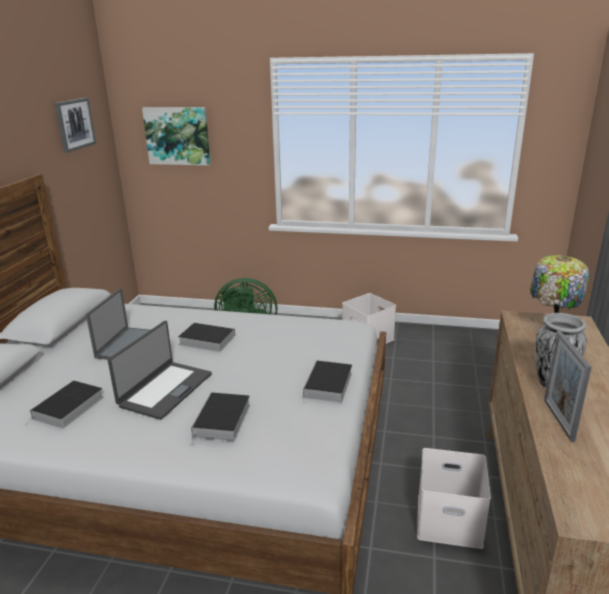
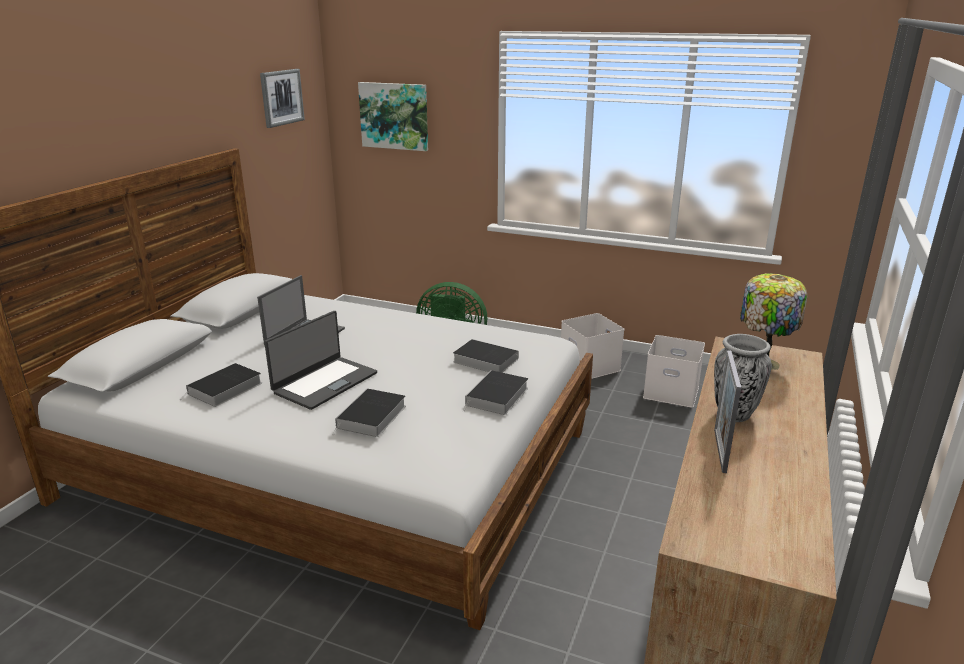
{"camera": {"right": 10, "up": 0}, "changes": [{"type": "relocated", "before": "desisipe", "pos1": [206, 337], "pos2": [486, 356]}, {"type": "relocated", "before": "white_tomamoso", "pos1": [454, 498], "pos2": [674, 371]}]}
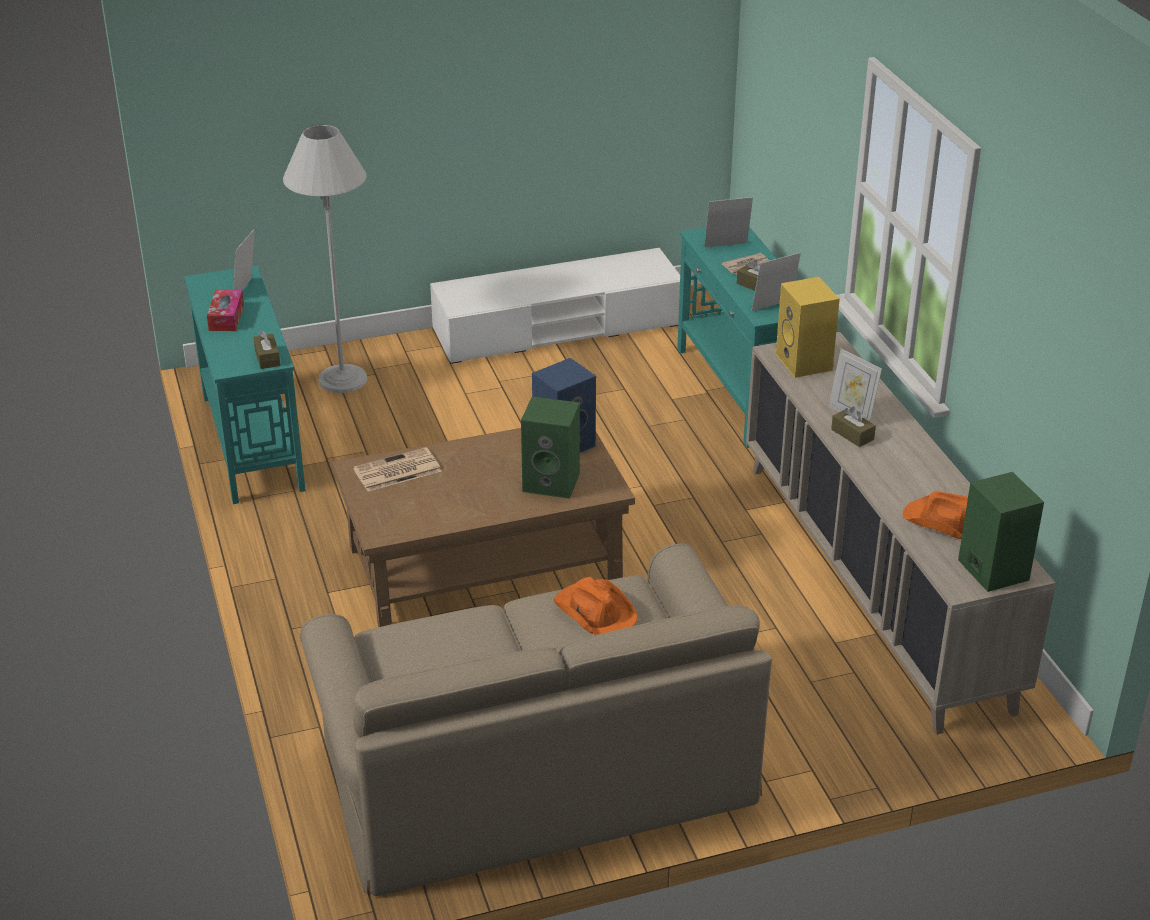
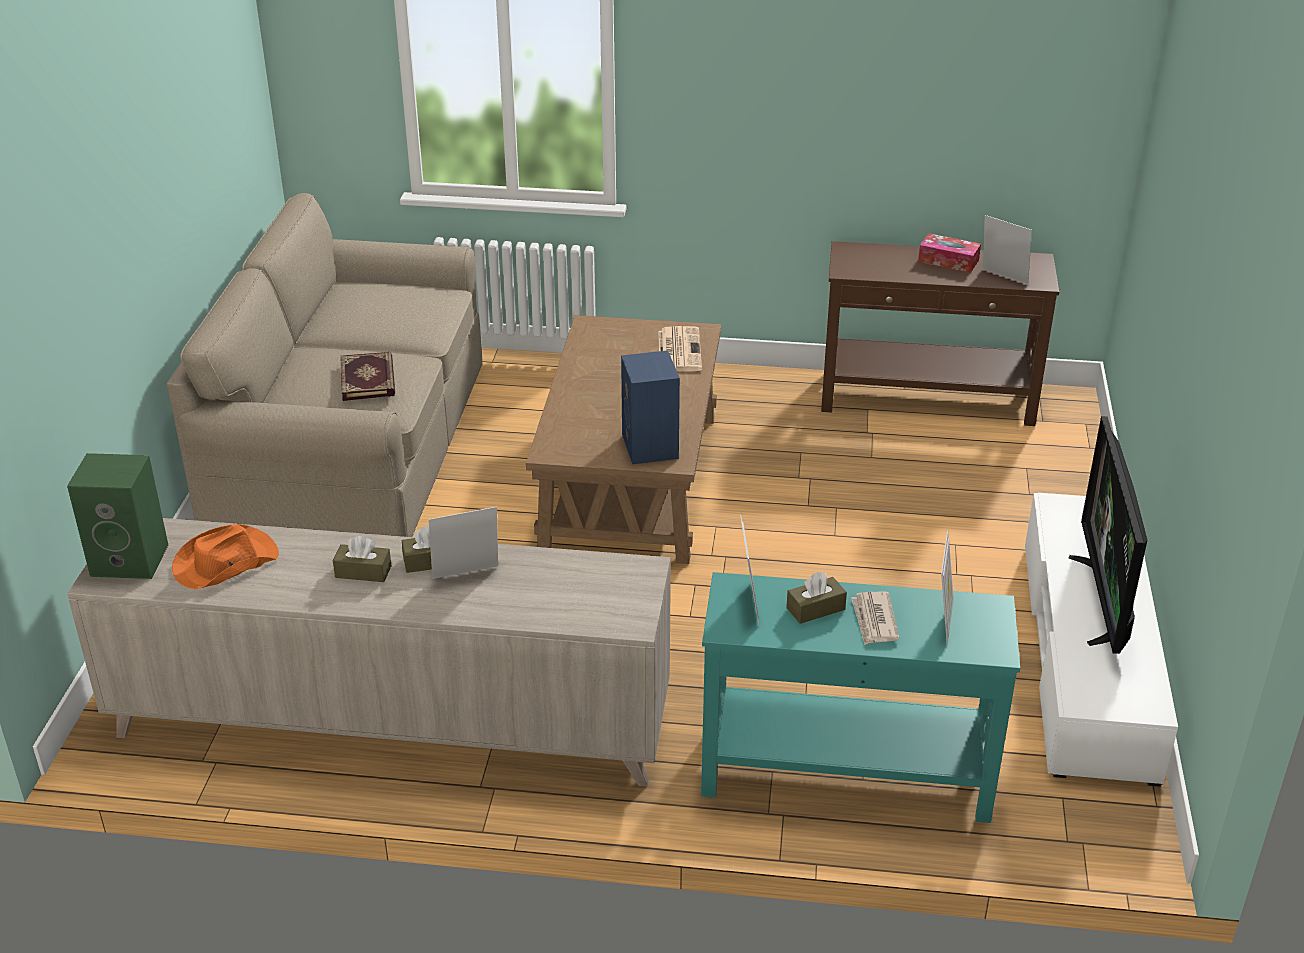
{"camera": {"right": 115, "up": 0}, "changes": [{"type": "missing", "before": "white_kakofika", "pos1": [325, 258]}, {"type": "colour", "before": "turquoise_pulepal", "after": "brown_pulepal", "pos1": [245, 384], "pos2": [940, 333]}, {"type": "missing", "before": "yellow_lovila", "pos1": [808, 327]}, {"type": "relocated", "before": "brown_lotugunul", "pos1": [267, 349], "pos2": [362, 559]}, {"type": "missing", "before": "green_lovila", "pos1": [550, 447]}, {"type": "exchanged", "before": "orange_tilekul", "after": "desisipe", "pos1": [595, 606], "pos2": [367, 376]}, {"type": "appeared", "after": "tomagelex", "pos2": [1107, 535]}]}
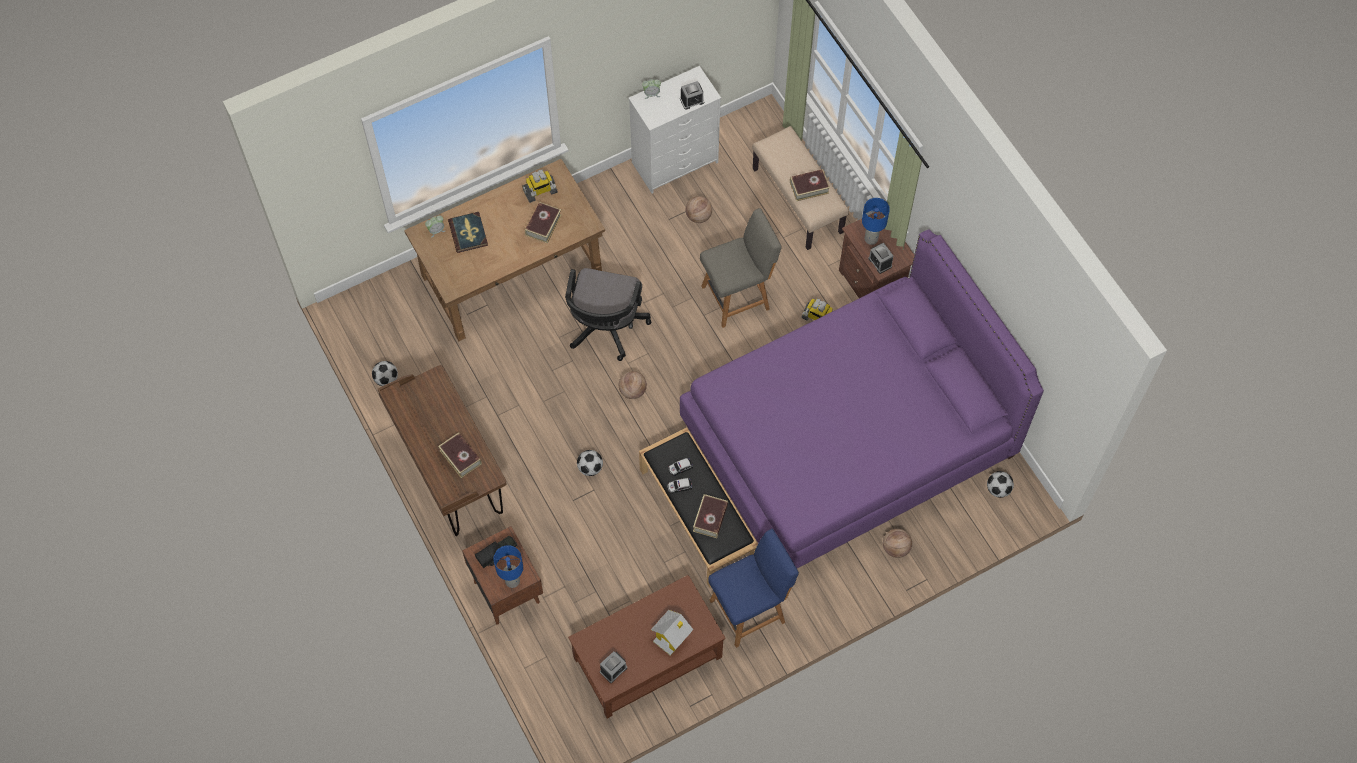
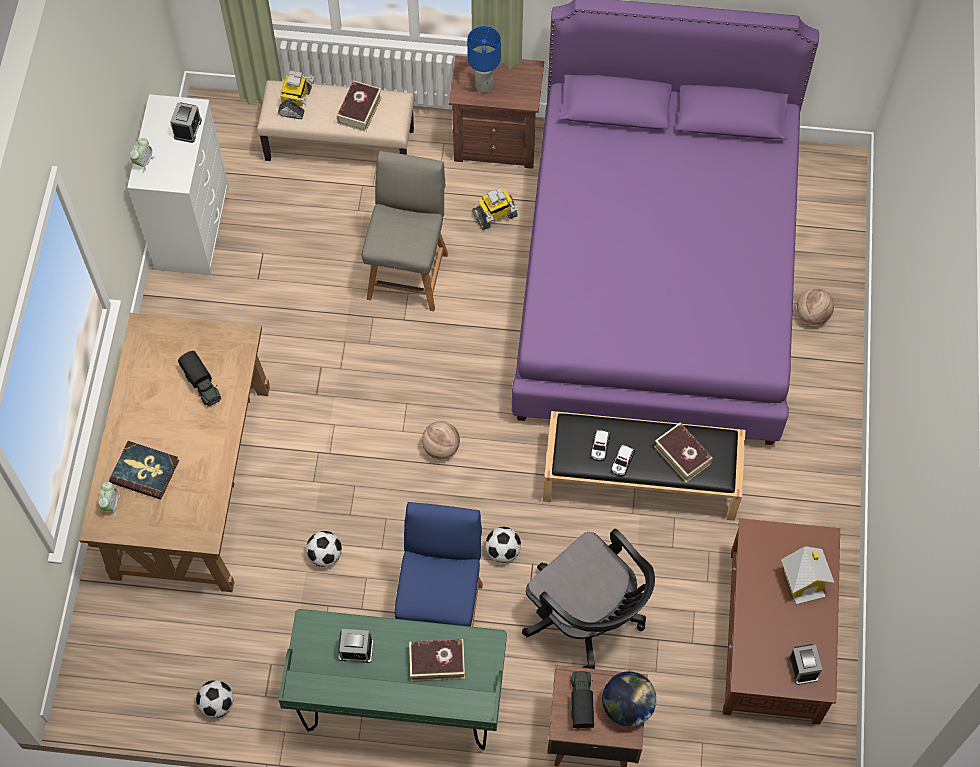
{"camera": {"right": -55, "up": 0}, "changes": [{"type": "relocated", "before": "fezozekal", "pos1": [540, 186], "pos2": [296, 95]}, {"type": "missing", "before": "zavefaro", "pos1": [699, 209]}, {"type": "exchanged", "before": "desisipe", "after": "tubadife", "pos1": [543, 222], "pos2": [200, 379]}, {"type": "relocated", "before": "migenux", "pos1": [880, 258], "pos2": [356, 646]}, {"type": "relocated", "before": "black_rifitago", "pos1": [608, 314], "pos2": [588, 599]}, {"type": "colour", "before": "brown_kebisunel", "after": "green_kebisunel", "pos1": [442, 450], "pos2": [393, 679]}, {"type": "relocated", "before": "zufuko", "pos1": [1000, 484], "pos2": [324, 549]}, {"type": "relocated", "before": "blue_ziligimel", "pos1": [753, 588], "pos2": [438, 564]}, {"type": "exchanged", "before": "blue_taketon", "after": "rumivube", "pos1": [508, 566], "pos2": [629, 699]}]}
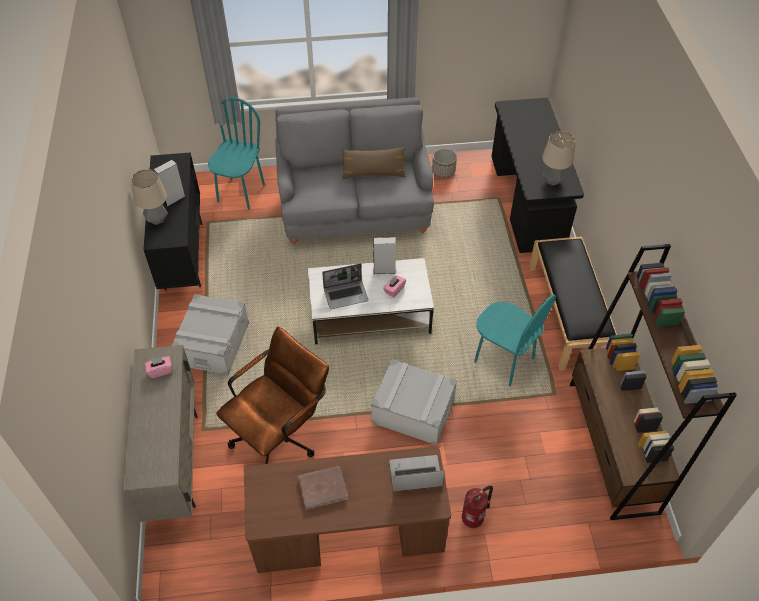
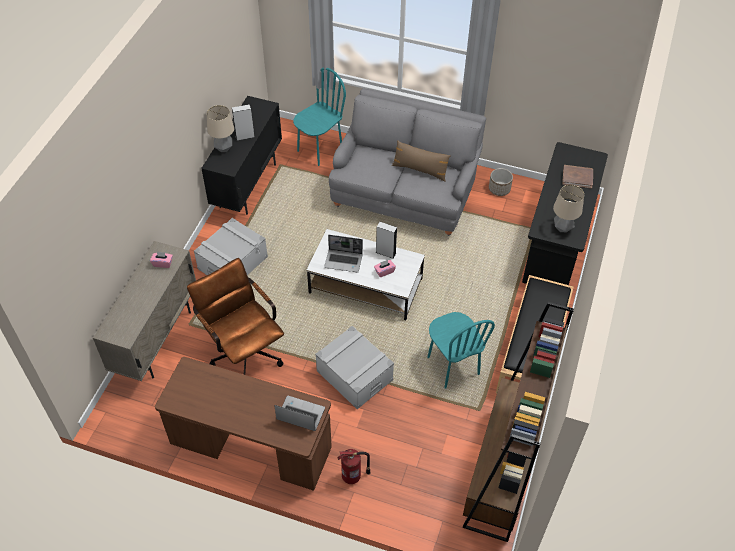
{"camera": {"right": 25, "up": 0}, "changes": [{"type": "spun", "before": "brown_rifitago", "pos1": [272, 395], "pos2": [235, 316], "turn": -105}, {"type": "relocated", "before": "brown_desisipe", "pos1": [323, 488], "pos2": [577, 177]}]}
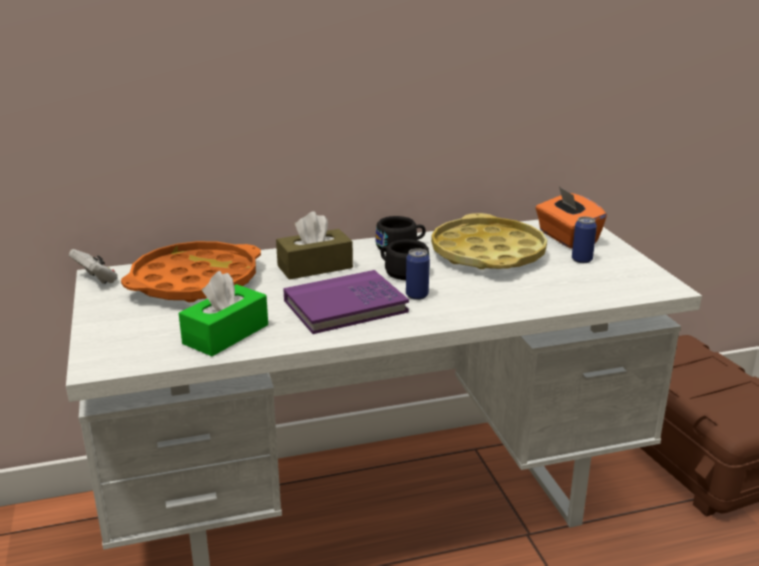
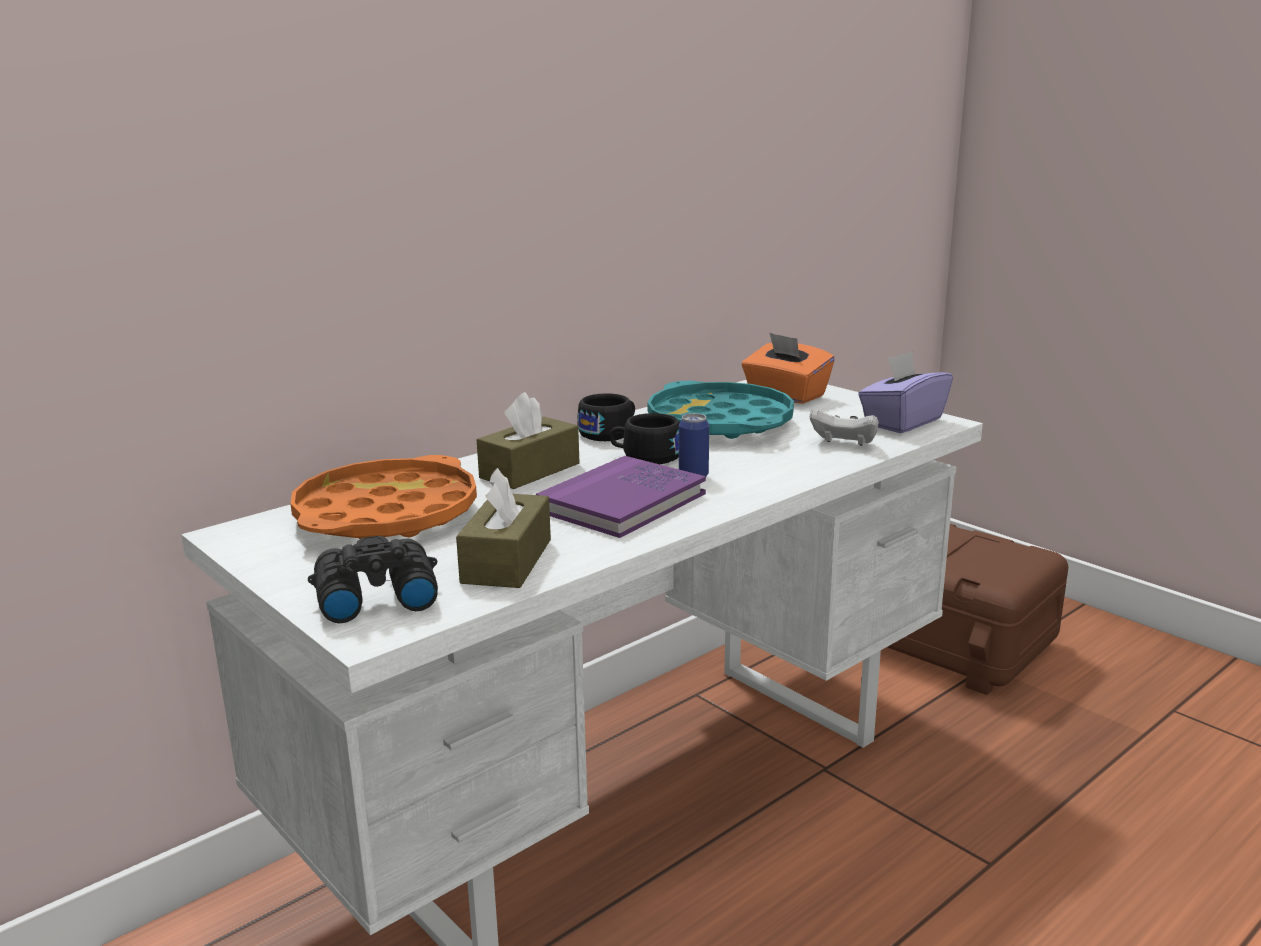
{"camera": {"right": -25, "up": -5}, "changes": [{"type": "colour", "before": "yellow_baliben", "after": "turquoise_baliben", "pos1": [489, 241], "pos2": [720, 410]}, {"type": "missing", "before": "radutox", "pos1": [584, 239]}, {"type": "relocated", "before": "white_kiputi", "pos1": [93, 266], "pos2": [844, 427]}, {"type": "colour", "before": "green_lotugunul", "after": "brown_lotugunul", "pos1": [223, 313], "pos2": [503, 528]}, {"type": "appeared", "after": "purple_lotugunul", "pos2": [905, 392]}, {"type": "appeared", "after": "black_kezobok", "pos2": [373, 579]}]}
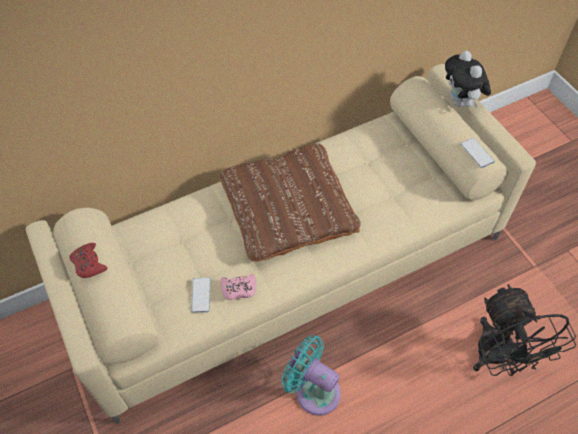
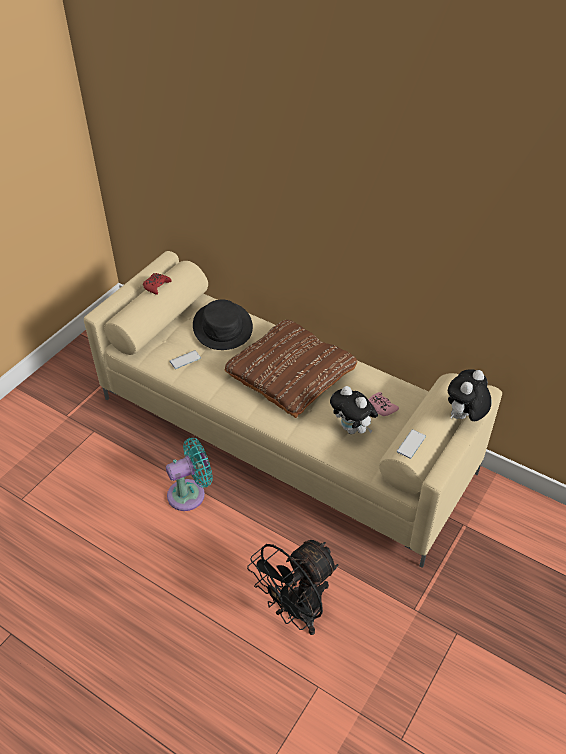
{"camera": {"right": 60, "up": -10}, "changes": [{"type": "relocated", "before": "pink_kiputi", "pos1": [238, 287], "pos2": [383, 404]}, {"type": "spun", "before": "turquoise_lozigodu", "pos1": [311, 375], "pos2": [189, 474], "turn": 60}, {"type": "appeared", "after": "black_tilekul", "pos2": [223, 325]}, {"type": "appeared", "after": "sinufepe", "pos2": [354, 410]}]}
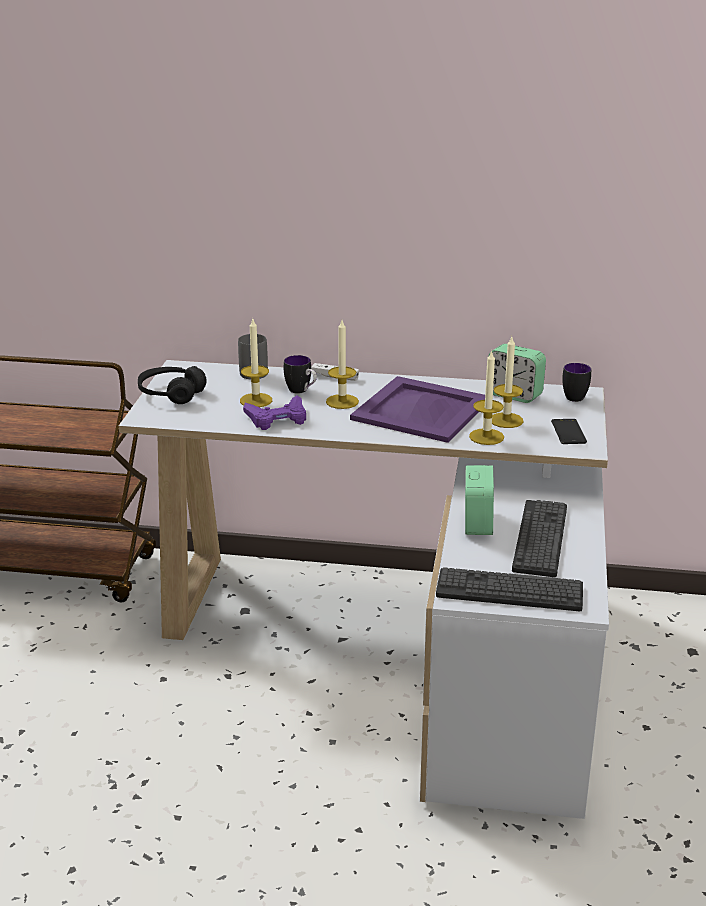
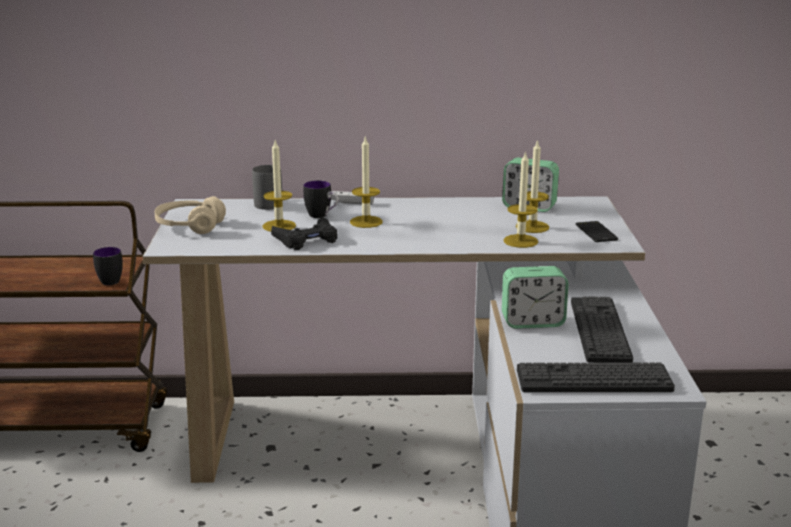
{"camera": {"right": -10, "up": -5}, "changes": [{"type": "relocated", "before": "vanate", "pos1": [576, 382], "pos2": [108, 266]}, {"type": "colour", "before": "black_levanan", "after": "beige_levanan", "pos1": [172, 385], "pos2": [190, 215]}, {"type": "missing", "before": "purple_baliben", "pos1": [417, 409]}, {"type": "colour", "before": "purple_kiputi", "after": "black_kiputi", "pos1": [274, 412], "pos2": [304, 233]}, {"type": "spun", "before": "migenux", "pos1": [479, 500], "pos2": [535, 297], "turn": 90}]}
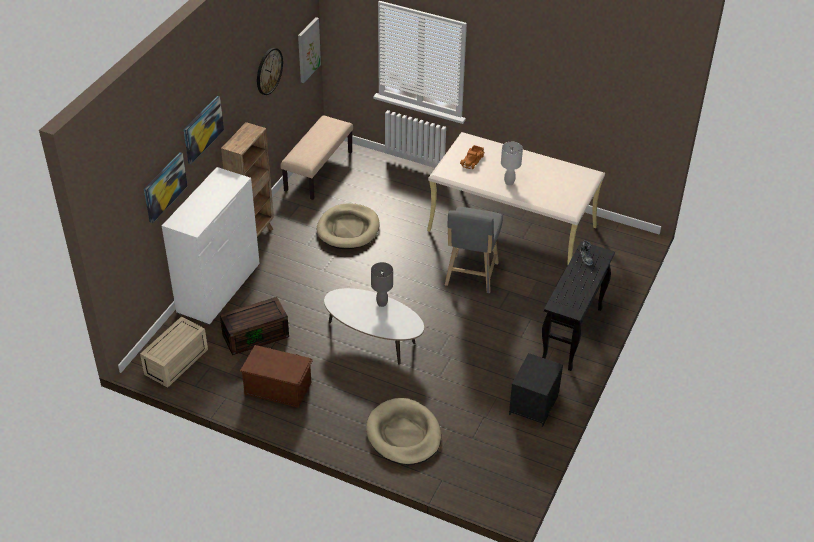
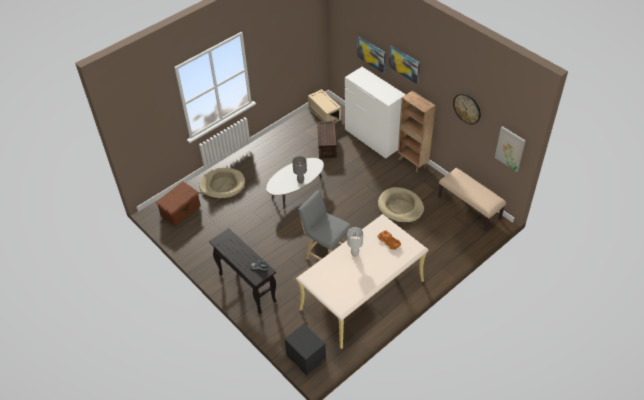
{"camera": {"right": 115, "up": 5}, "changes": [{"type": "relocated", "before": "brown_tomamoso", "pos1": [276, 376], "pos2": [178, 204]}, {"type": "relocated", "before": "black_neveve", "pos1": [536, 390], "pos2": [305, 350]}]}
